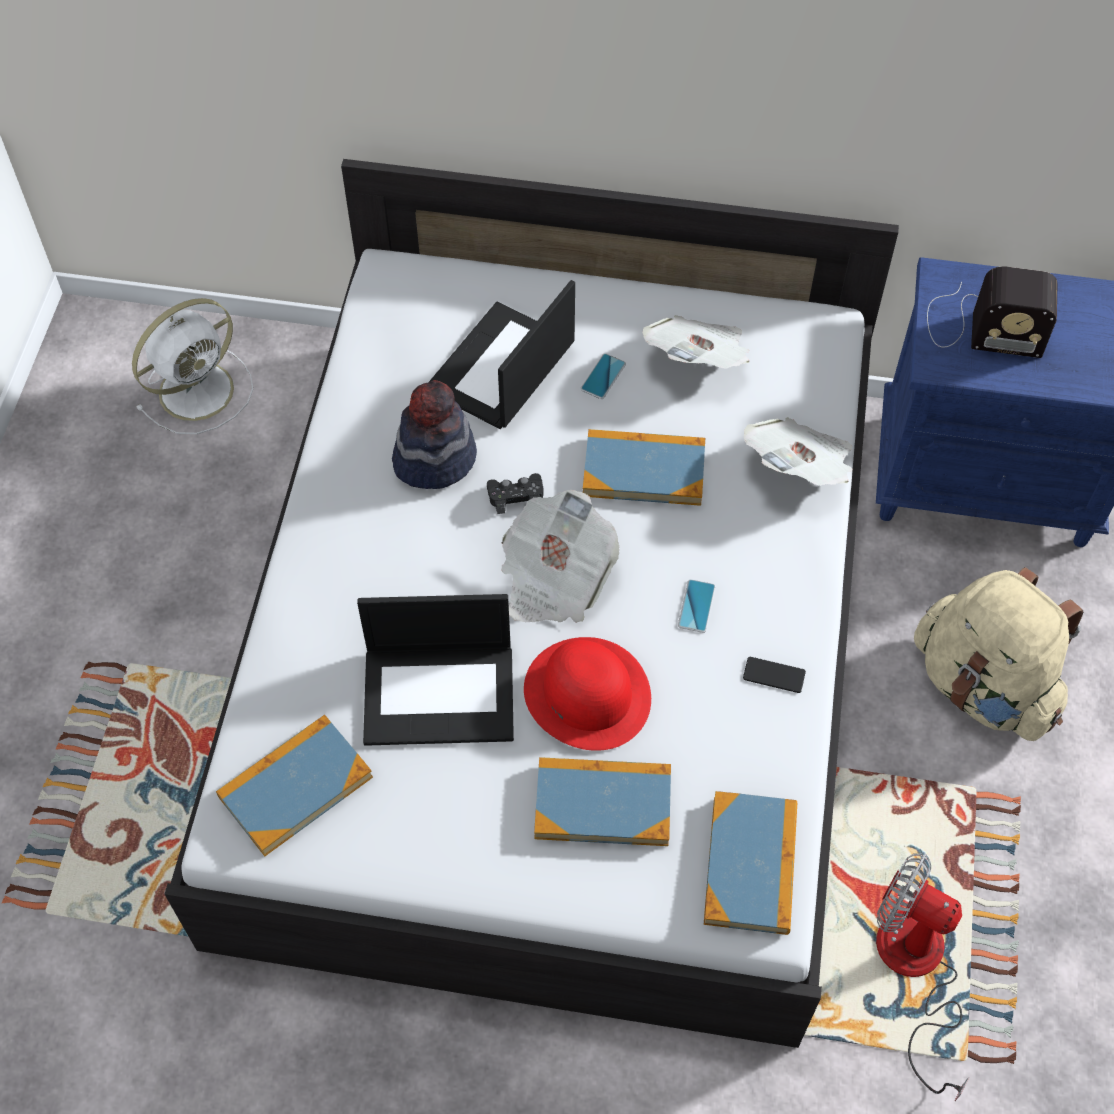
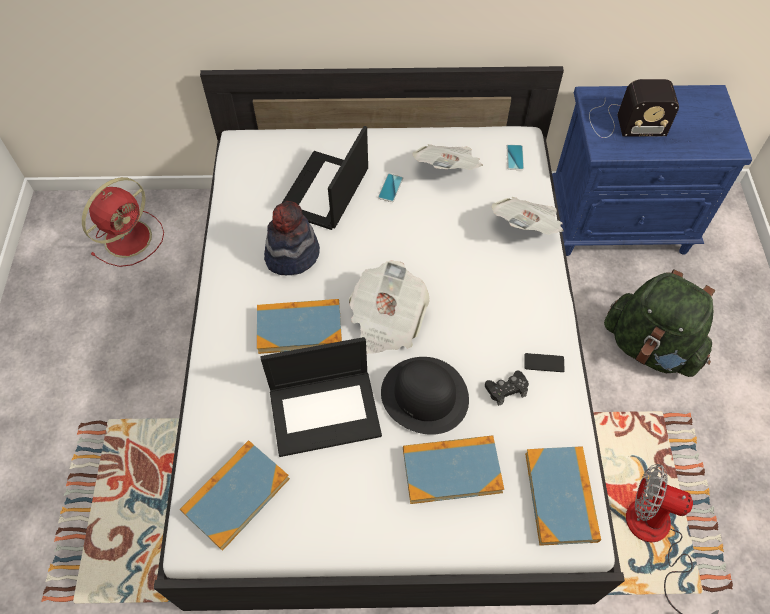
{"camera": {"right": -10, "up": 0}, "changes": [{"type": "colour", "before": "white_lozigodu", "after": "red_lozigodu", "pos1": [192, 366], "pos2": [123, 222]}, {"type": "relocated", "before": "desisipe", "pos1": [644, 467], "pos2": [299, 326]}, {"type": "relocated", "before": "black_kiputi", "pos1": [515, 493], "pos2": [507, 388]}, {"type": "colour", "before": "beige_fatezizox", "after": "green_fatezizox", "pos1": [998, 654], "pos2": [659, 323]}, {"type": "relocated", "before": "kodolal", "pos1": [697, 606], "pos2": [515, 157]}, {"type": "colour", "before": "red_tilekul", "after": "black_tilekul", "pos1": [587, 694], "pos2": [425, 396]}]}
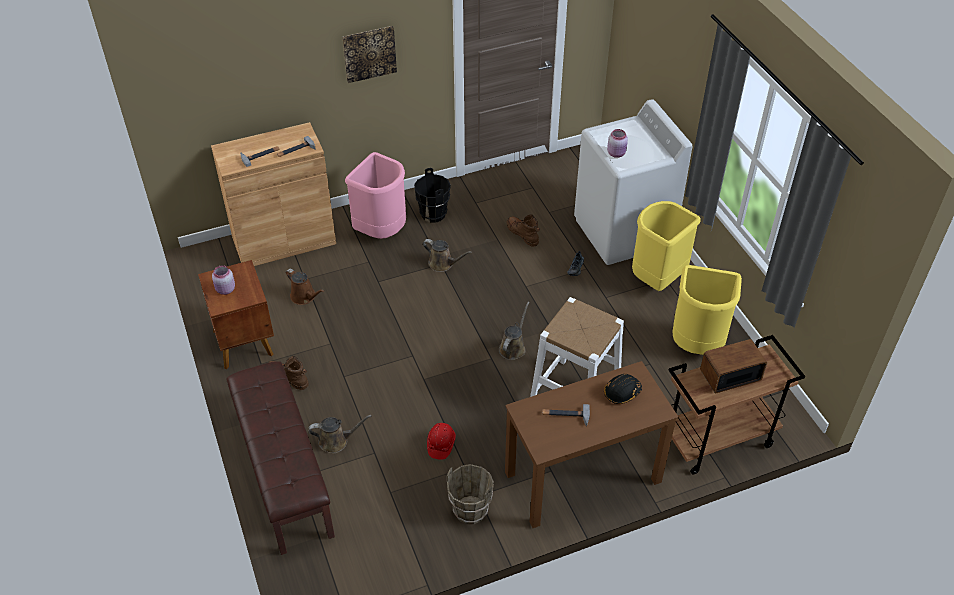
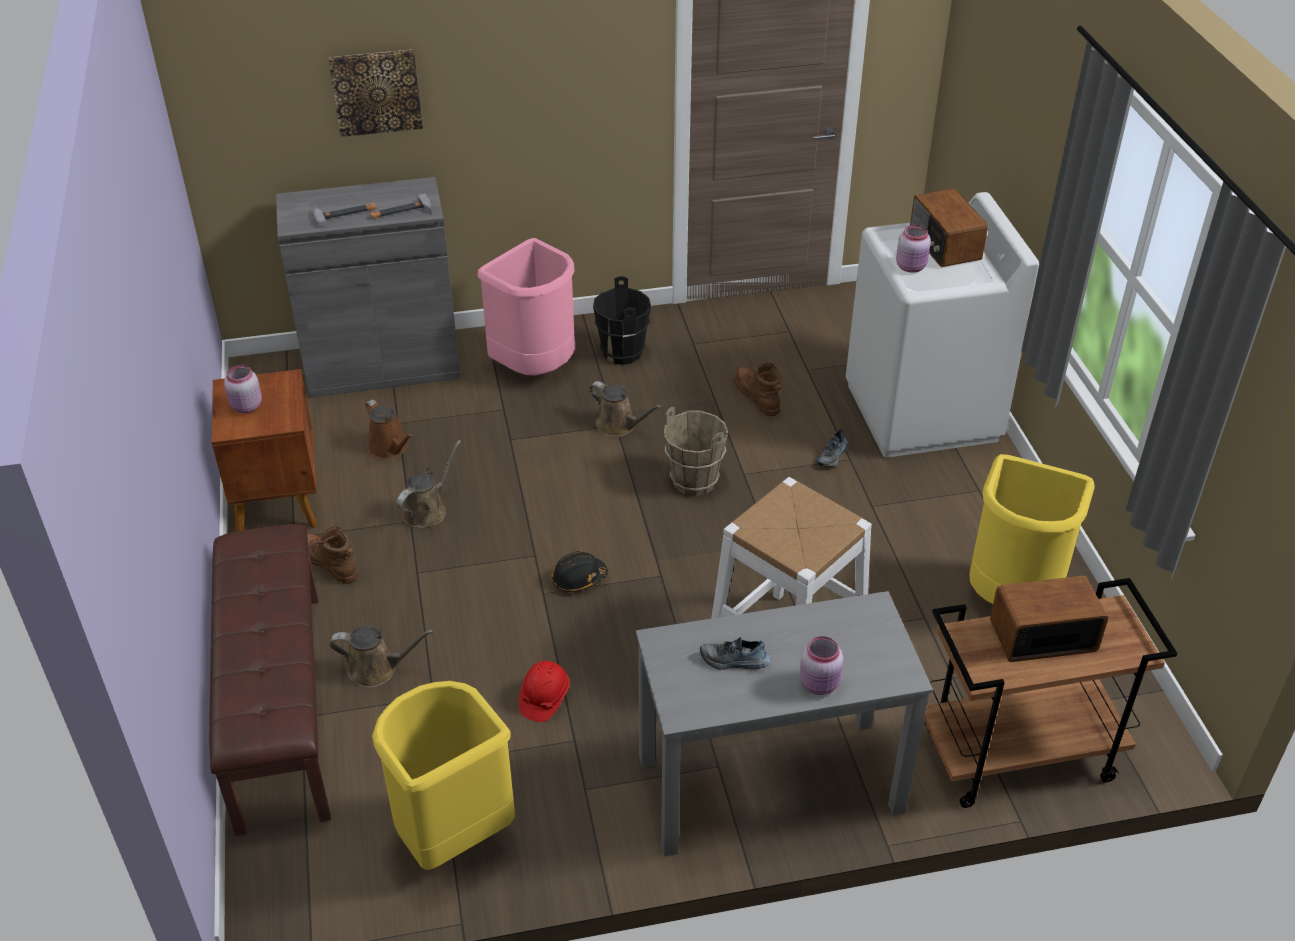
{"camera": {"right": 10, "up": -5}, "changes": [{"type": "relocated", "before": "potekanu", "pos1": [369, 54], "pos2": [376, 93]}, {"type": "colour", "before": "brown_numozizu", "after": "grey_numozizu", "pos1": [273, 194], "pos2": [368, 287]}, {"type": "relocated", "before": "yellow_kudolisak", "pos1": [666, 246], "pos2": [443, 775]}, {"type": "relocated", "before": "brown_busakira", "pos1": [514, 331], "pos2": [429, 484]}, {"type": "colour", "before": "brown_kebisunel", "after": "grey_kebisunel", "pos1": [591, 444], "pos2": [784, 724]}, {"type": "relocated", "before": "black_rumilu", "pos1": [623, 389], "pos2": [579, 571]}, {"type": "exchanged", "before": "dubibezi", "after": "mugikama", "pos1": [566, 415], "pos2": [735, 653]}, {"type": "relocated", "before": "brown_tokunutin", "pos1": [470, 494], "pos2": [696, 451]}, {"type": "appeared", "after": "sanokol", "pos2": [949, 228]}, {"type": "appeared", "after": "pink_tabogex", "pos2": [821, 665]}]}
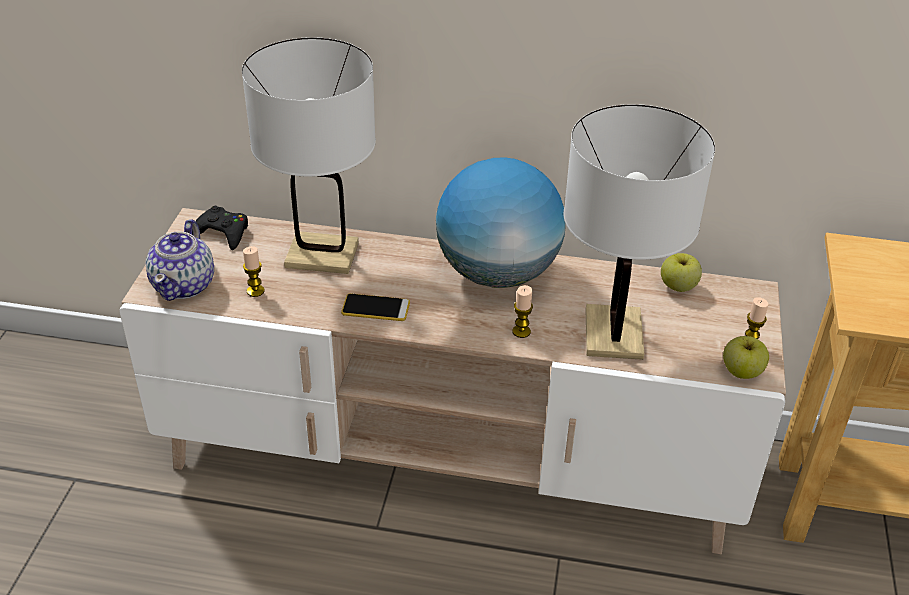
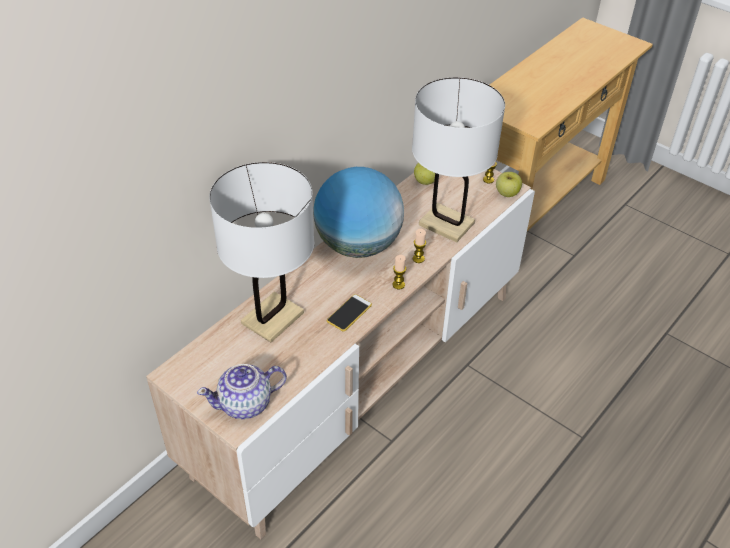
{"camera": {"right": -60, "up": 5}, "changes": [{"type": "missing", "before": "black_kiputi", "pos1": [220, 228]}, {"type": "spun", "before": "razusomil", "pos1": [180, 260], "pos2": [242, 391], "turn": 120}, {"type": "relocated", "before": "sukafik", "pos1": [254, 271], "pos2": [399, 272]}]}
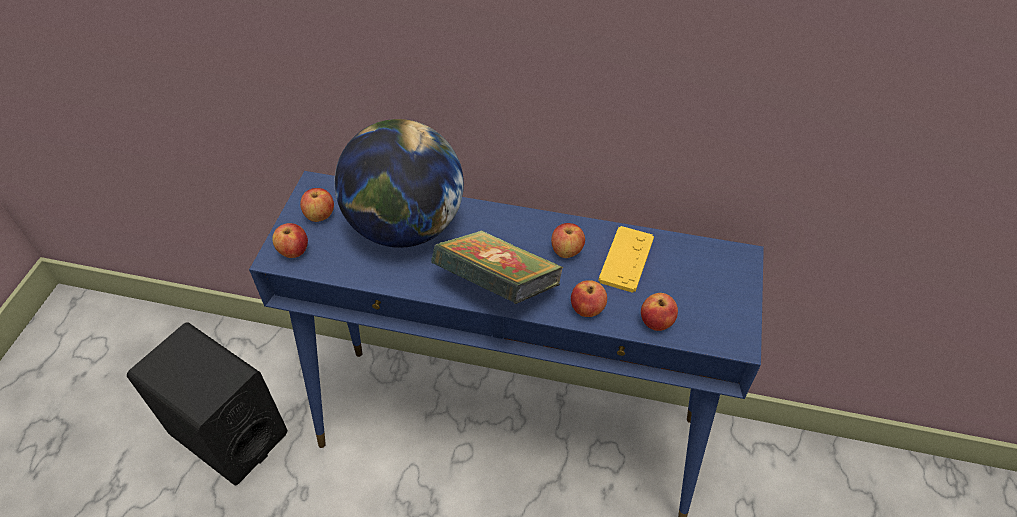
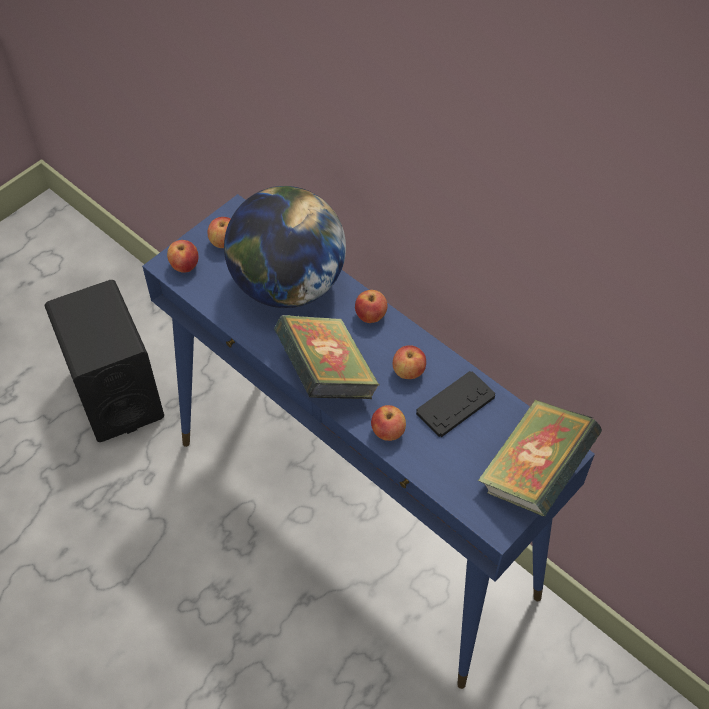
{"camera": {"right": 30, "up": 5}, "changes": [{"type": "colour", "before": "yellow_kiputi", "after": "black_kiputi", "pos1": [626, 259], "pos2": [455, 404]}, {"type": "relocated", "before": "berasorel", "pos1": [659, 312], "pos2": [371, 306]}, {"type": "appeared", "after": "desisipe", "pos2": [540, 458]}]}
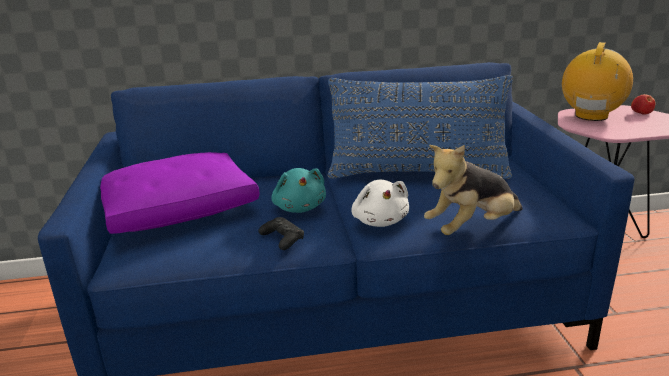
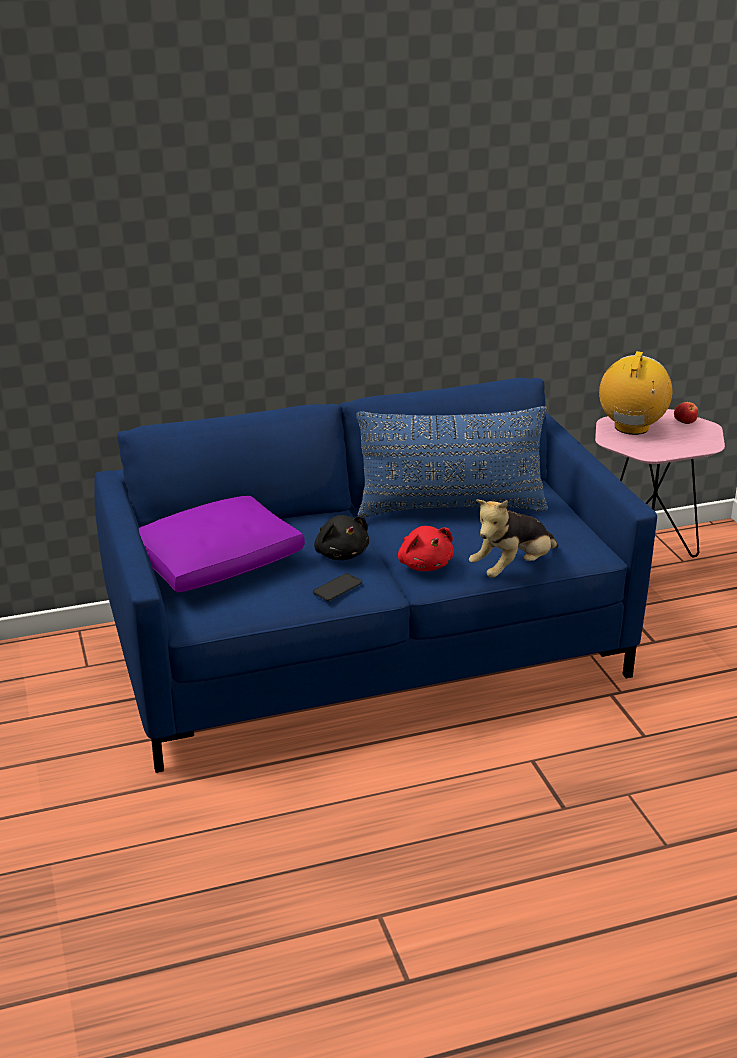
{"camera": {"right": -10, "up": 5}, "changes": [{"type": "colour", "before": "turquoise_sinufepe", "after": "black_sinufepe", "pos1": [299, 190], "pos2": [341, 537]}, {"type": "colour", "before": "white_sinufepe", "after": "red_sinufepe", "pos1": [380, 203], "pos2": [426, 548]}, {"type": "exchanged", "before": "black_kiputi", "after": "kodolal", "pos1": [281, 233], "pos2": [337, 587]}]}
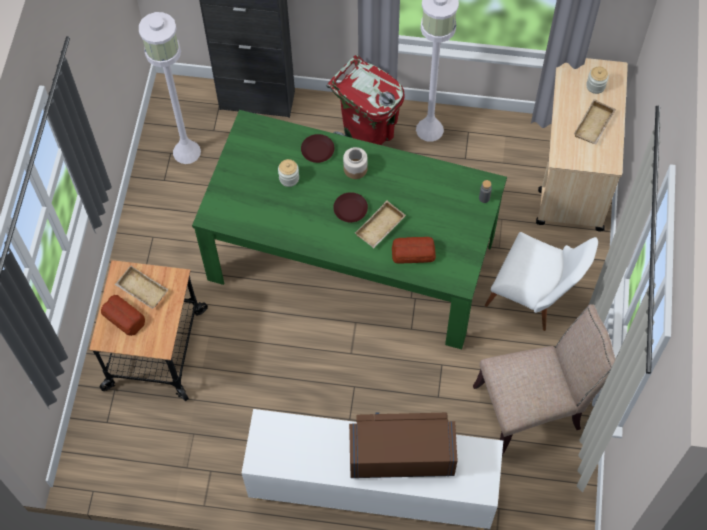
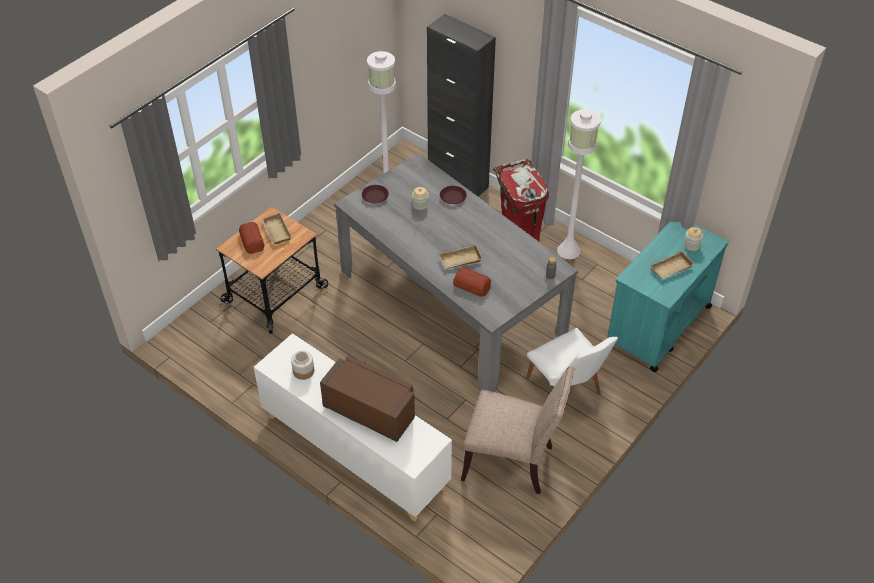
{"camera": {"right": 30, "up": -15}, "changes": [{"type": "colour", "before": "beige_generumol", "after": "turquoise_generumol", "pos1": [582, 145], "pos2": [668, 297]}, {"type": "colour", "before": "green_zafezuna", "after": "grey_zafezuna", "pos1": [349, 230], "pos2": [456, 272]}, {"type": "relocated", "before": "tabogex", "pos1": [355, 163], "pos2": [302, 365]}, {"type": "relocated", "before": "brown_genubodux", "pos1": [350, 207], "pos2": [375, 194]}]}
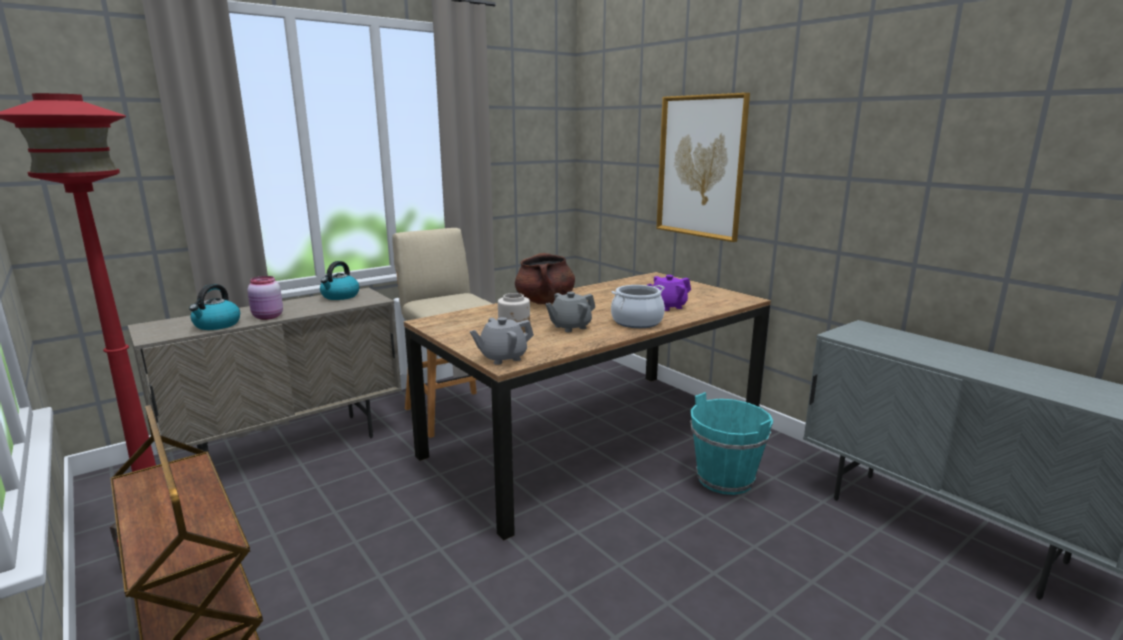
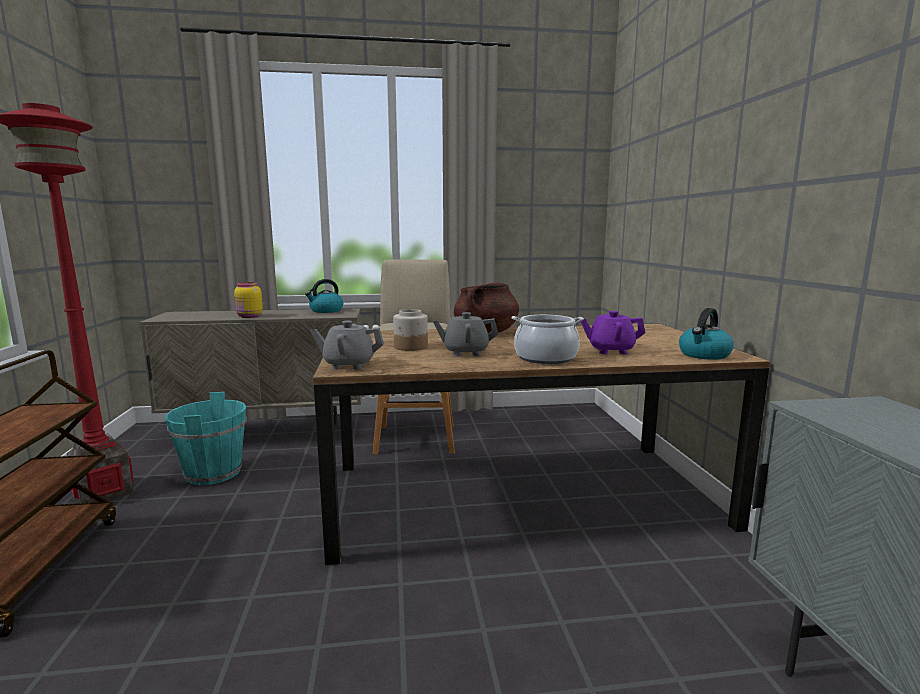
{"camera": {"right": 30, "up": -5}, "changes": [{"type": "missing", "before": "potekanu", "pos1": [703, 167]}, {"type": "colour", "before": "pink_tabogex", "after": "yellow_tabogex", "pos1": [265, 298], "pos2": [248, 300]}, {"type": "relocated", "before": "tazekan", "pos1": [214, 307], "pos2": [706, 334]}, {"type": "relocated", "before": "turquoise_tokunutin", "pos1": [731, 443], "pos2": [206, 438]}]}
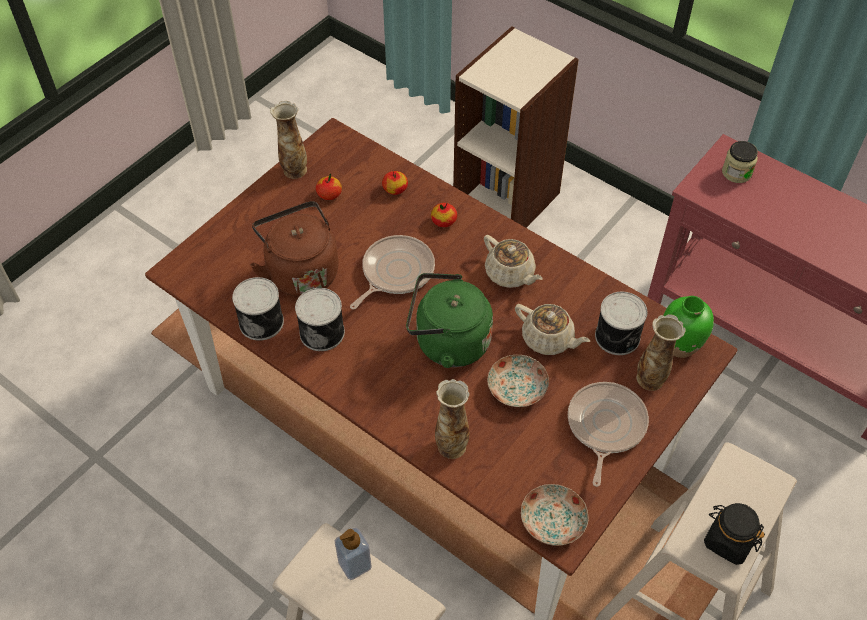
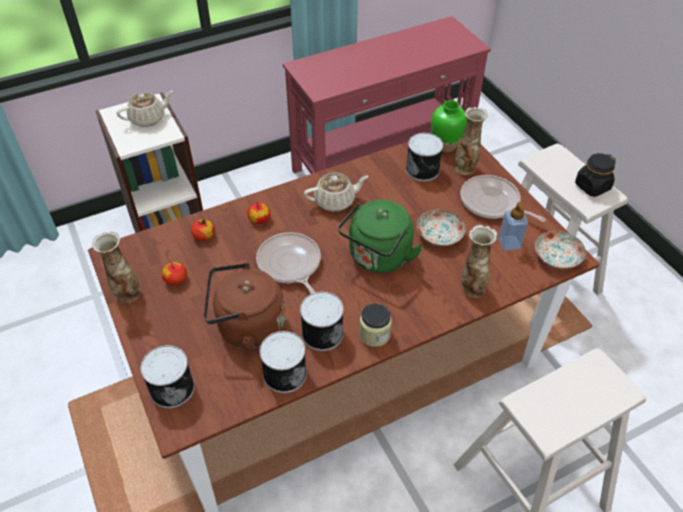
{"camera": {"right": -65, "up": -5}, "changes": [{"type": "relocated", "before": "tabogex", "pos1": [740, 162], "pos2": [375, 325]}, {"type": "relocated", "before": "beige_razusomil", "pos1": [552, 329], "pos2": [144, 109]}, {"type": "relocated", "before": "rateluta", "pos1": [353, 554], "pos2": [513, 226]}, {"type": "appeared", "after": "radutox", "pos2": [167, 376]}]}
